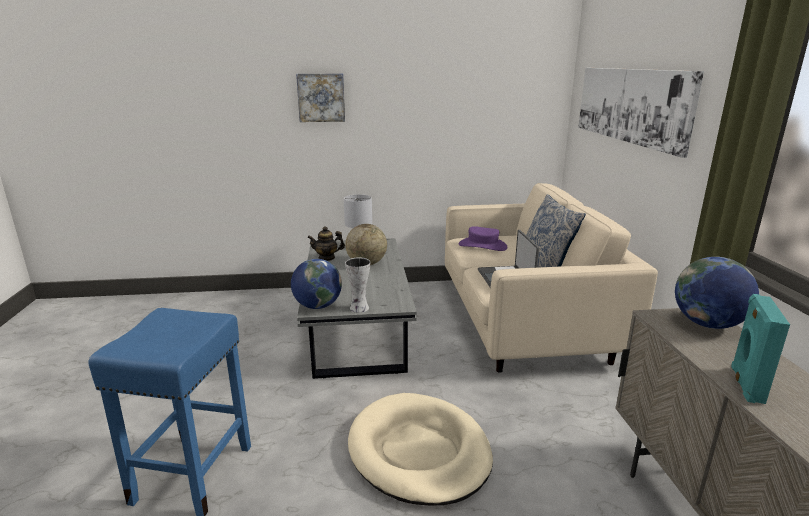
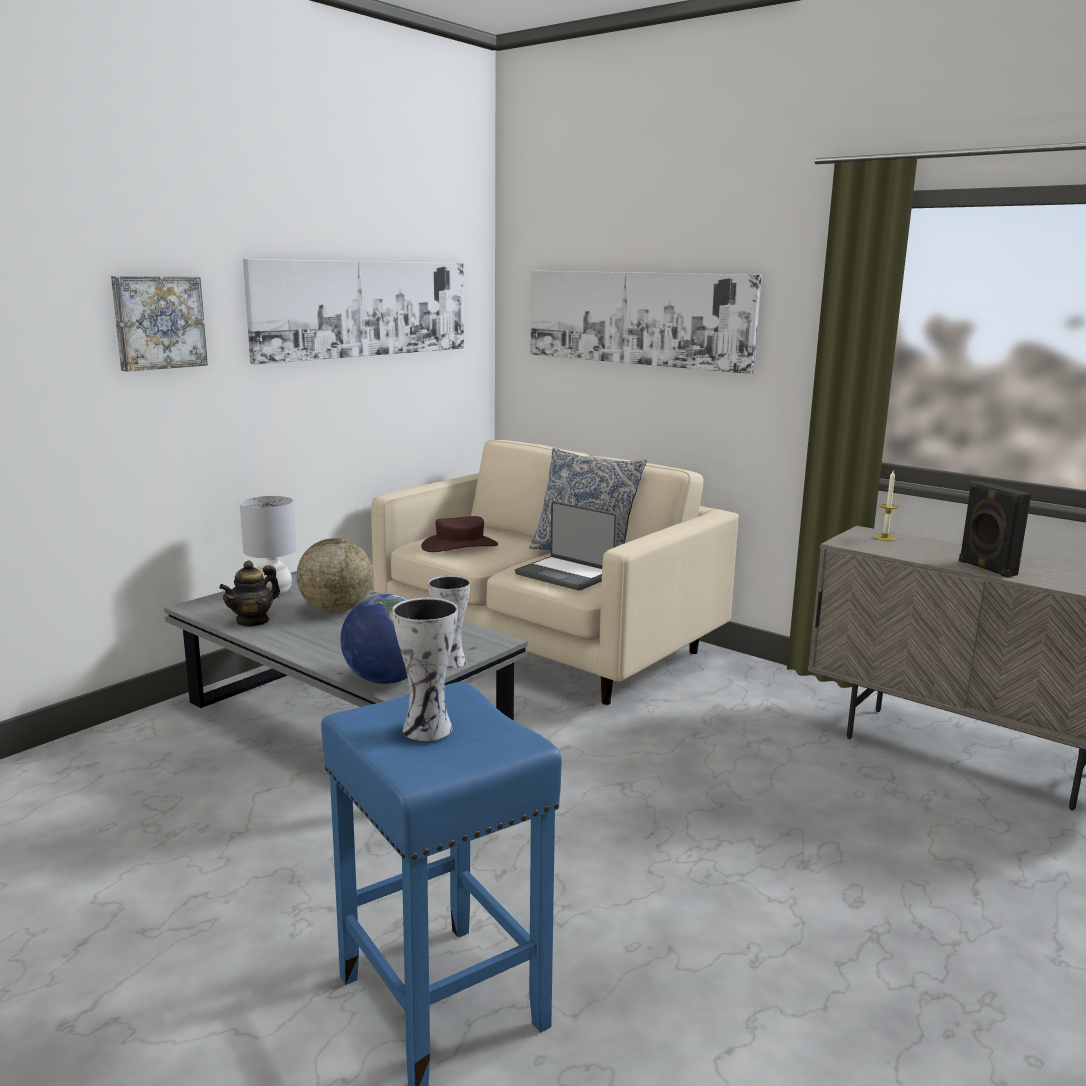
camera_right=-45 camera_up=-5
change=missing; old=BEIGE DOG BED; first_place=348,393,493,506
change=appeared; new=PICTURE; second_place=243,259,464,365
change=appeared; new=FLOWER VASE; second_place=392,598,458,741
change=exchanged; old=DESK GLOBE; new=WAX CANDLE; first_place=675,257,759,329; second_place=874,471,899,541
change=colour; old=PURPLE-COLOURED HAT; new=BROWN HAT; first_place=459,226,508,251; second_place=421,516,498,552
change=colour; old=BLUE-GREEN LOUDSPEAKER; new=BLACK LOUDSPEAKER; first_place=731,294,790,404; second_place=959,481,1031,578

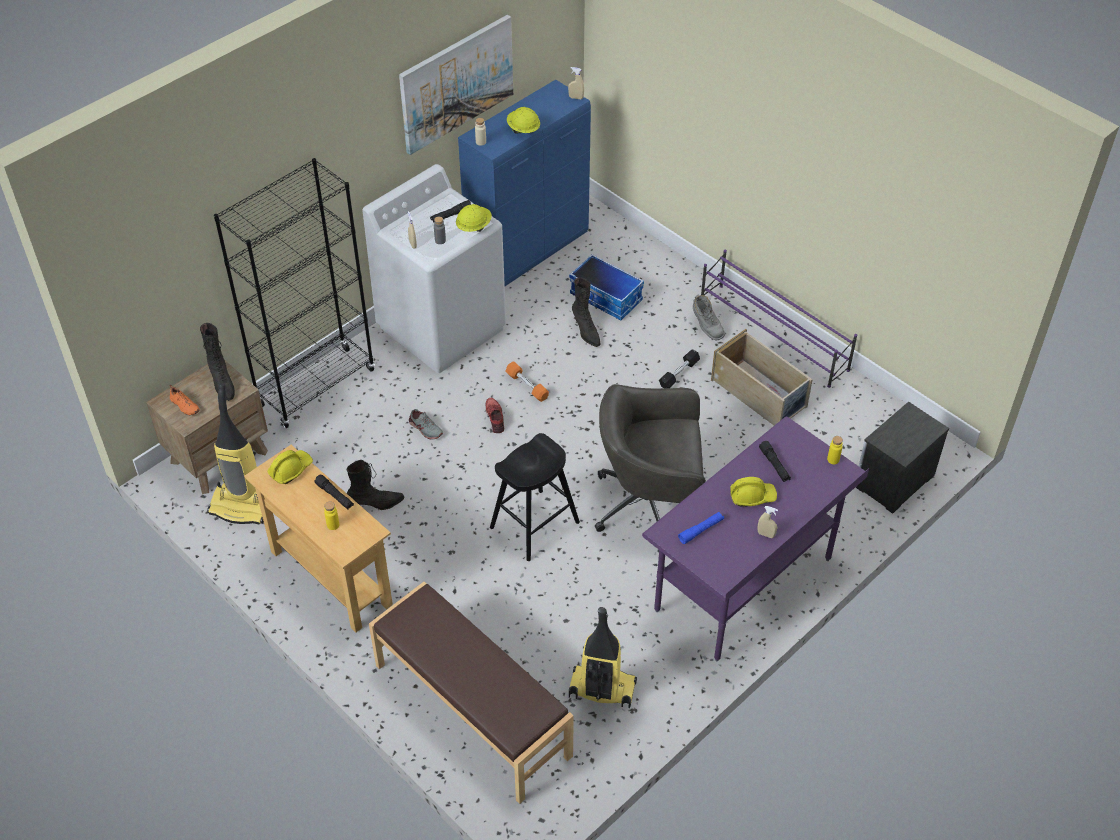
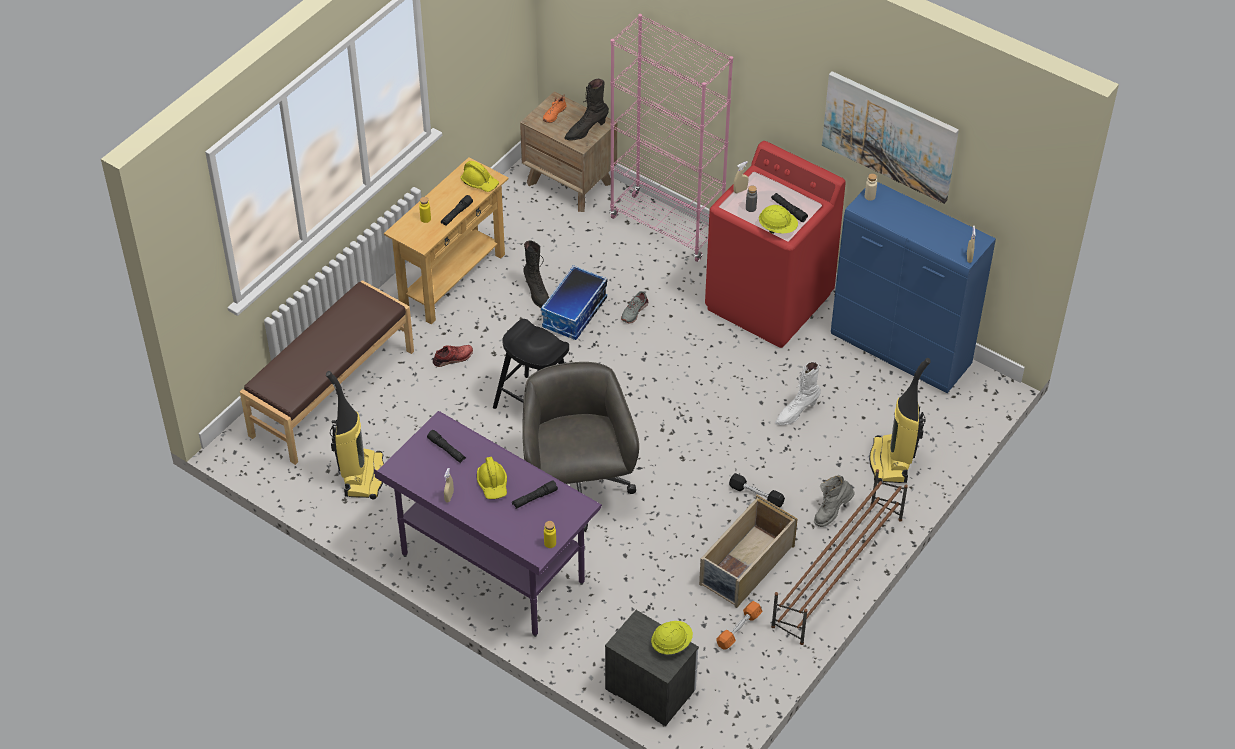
camera_right=80 camera_up=0
change=relocated; old=VACUUM CLEANER; first_place=207,383,264,525; second_place=869,358,931,483
change=relocated; old=RED ITEM OF FOOTWEAR; first_place=485,398,504,433; second_place=433,345,473,367
change=relocated; old=ORANGE-COLOURED DUMBBELL; first_place=505,361,549,402; second_place=716,601,763,650
change=relocated; old=YELLOW HARD HAT; first_place=507,107,540,134; second_place=651,621,693,655
change=relocated; old=STORAGE BIN; first_place=569,254,644,320; second_place=541,265,607,340
change=colour; old=BLACK BOOKCASE; new=PINKISH BOOKCASE; first_place=214,158,375,428; second_place=609,14,733,262
change=colour; old=WHITE-COLOURED WASHING MACHINE; new=RED WASHING MACHINE; first_place=362,164,506,373; second_place=705,141,846,348
change=colour; old=BLACK TALL BOOT; new=WHITE-COLOURED TALL BOOT; first_place=572,277,601,347; second_place=775,362,821,425
change=colour; old=BLUE HAND TORCH; new=BLACK HAND TORCH; first_place=678,512,724,544; second_place=427,430,466,463
change=colour; old=PURPLE-COLOURED SHOE STAND; new=BROWN SHOE STAND; first_place=701,250,857,388; second_place=771,469,908,645

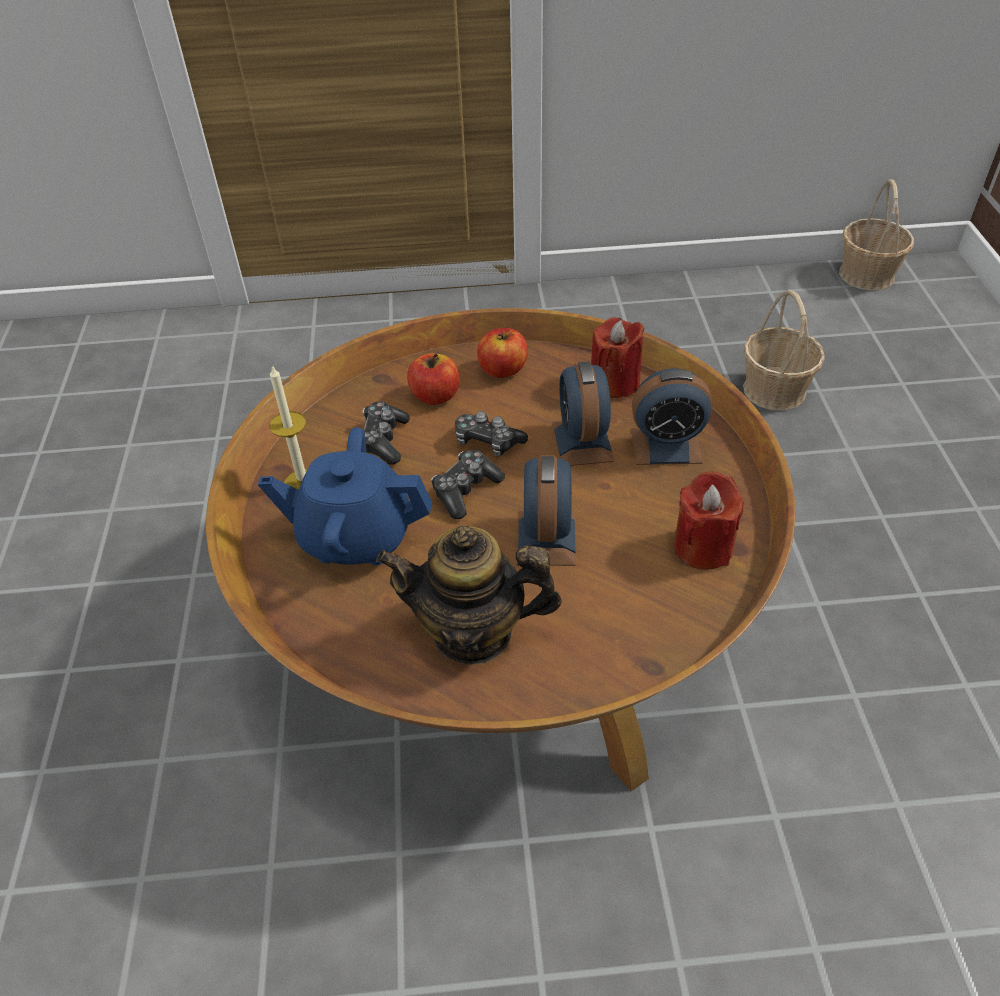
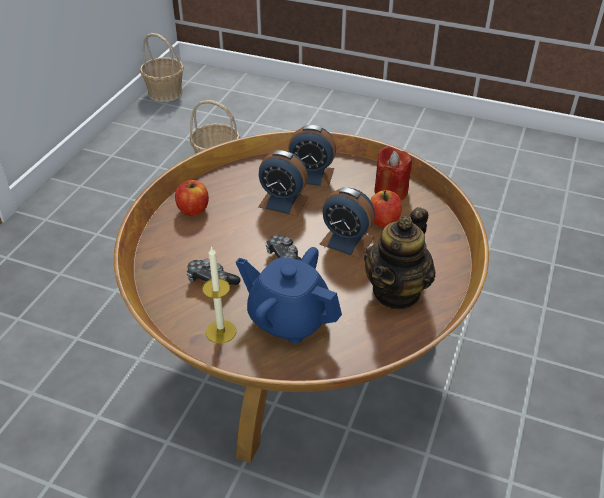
camera_right=-65 camera_up=-5
change=missing; old=JOYPAD; first_place=455,411,528,456
change=missing; old=RED WAX CANDLE; first_place=591,317,644,398
change=relocated; old=APPLE; first_place=407,353,460,405; second_place=370,190,402,227
change=spun; old=BLUE POT FOR TEA; first_place=258,427,432,565; second_place=236,247,342,344; degrees=90
change=spun; old=ALARM CLOCK; first_place=631,368,713,465; second_place=288,125,336,187; degrees=75

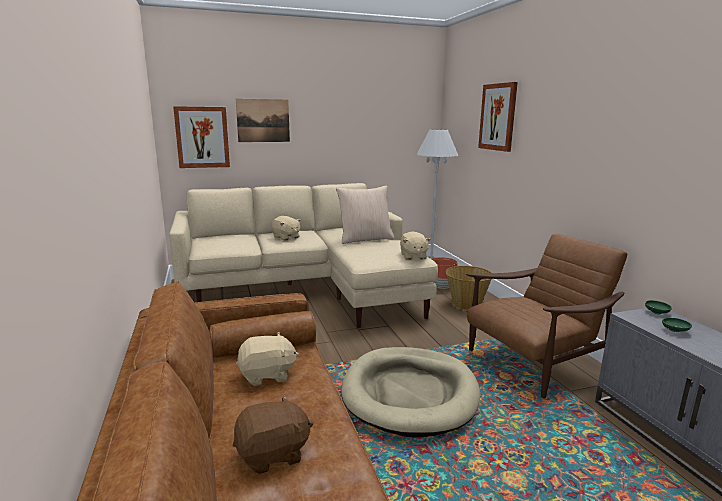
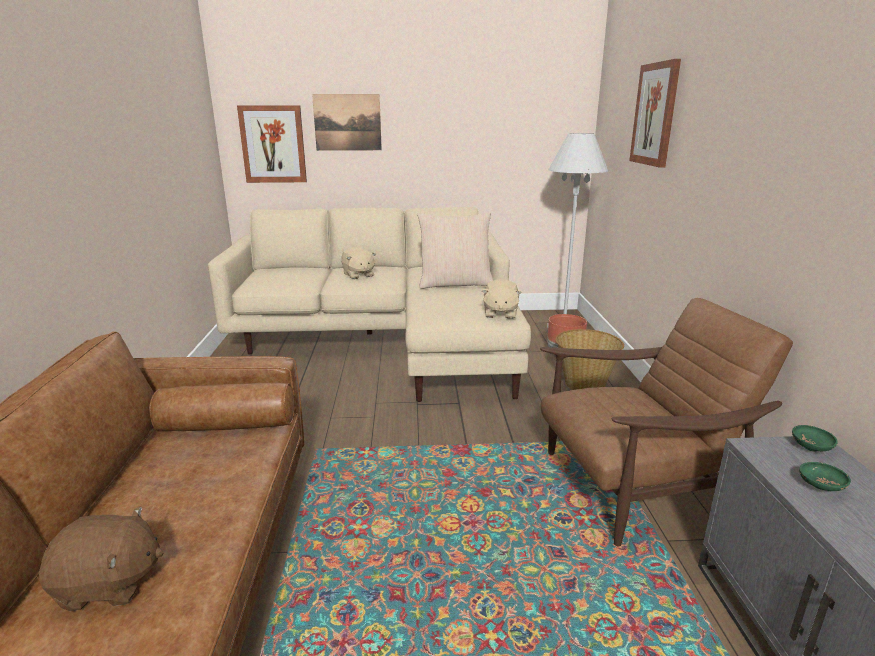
camera_right=15 camera_up=5
change=missing; old=BEIGE SOFT TOY; first_place=236,332,299,386
change=missing; old=BEIGE DOG BED; first_place=341,347,480,437

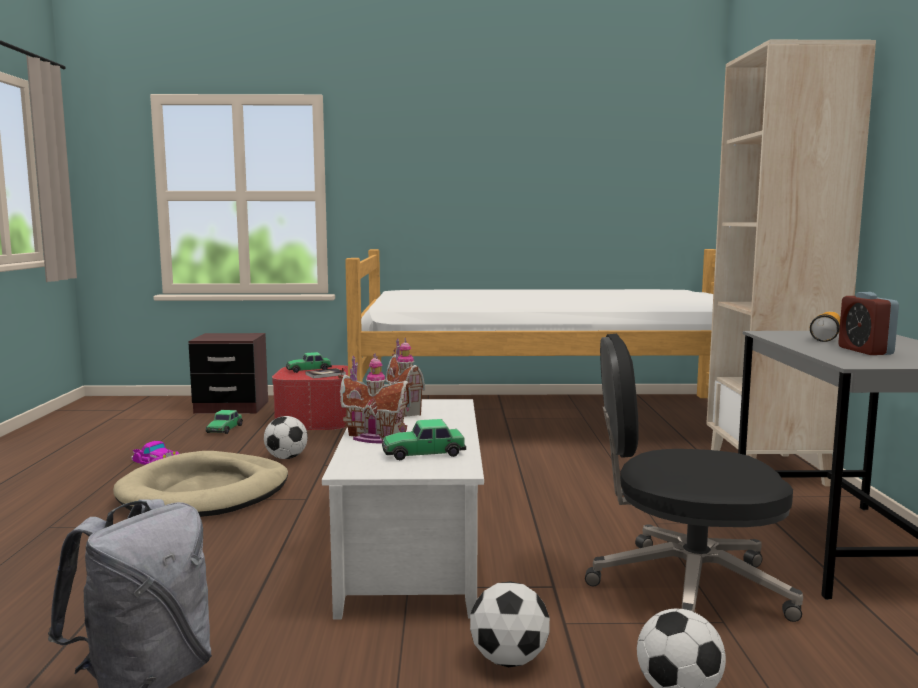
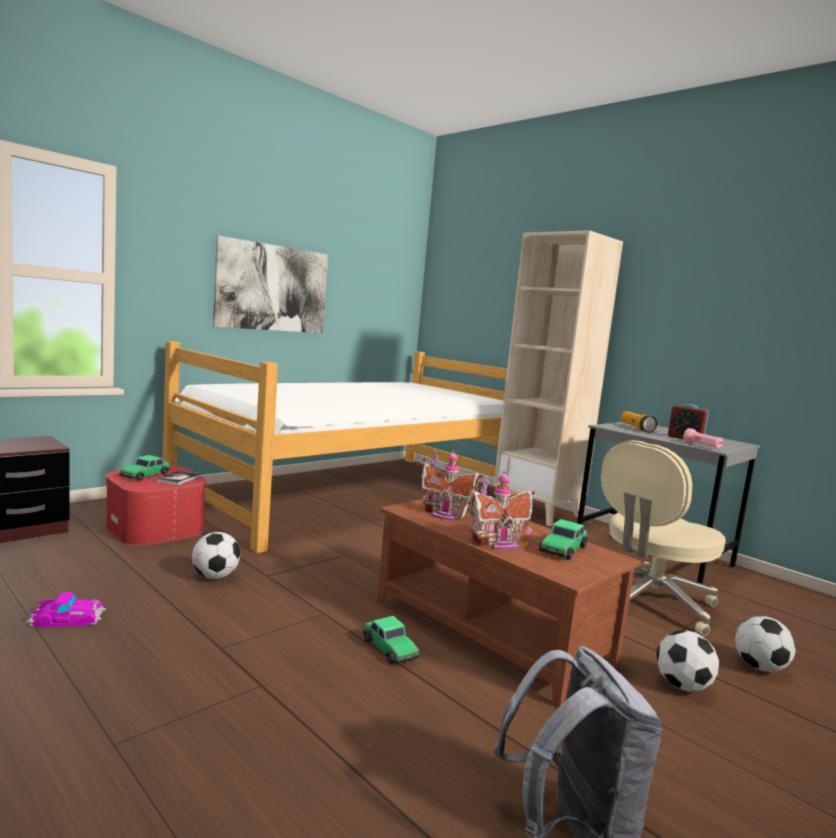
camera_right=-45 camera_up=0
change=missing; old=BEIGE DOG BED; first_place=113,451,288,517
change=appeared; new=PICTURE; second_place=213,235,328,333
change=appeared; new=PINKISH HAND TORCH; second_place=683,428,723,449
change=relocated; old=MODEL CAR; first_place=206,410,243,434; second_place=363,616,420,664
change=colour; old=WHITE-COLOURED LOUNGE TABLE; new=BROWN LOUNGE TABLE; first_place=322,399,484,619; second_place=377,499,641,708
change=colour; old=BLACK COMPUTER CHAIR; new=BEIGE COMPUTER CHAIR; first_place=585,334,803,622; second_place=601,440,726,636

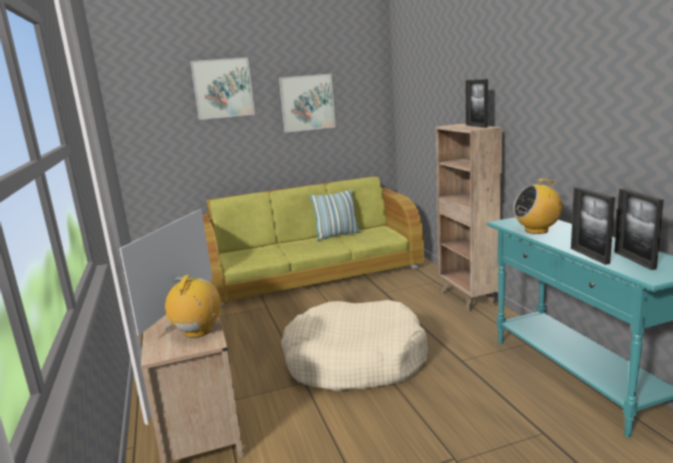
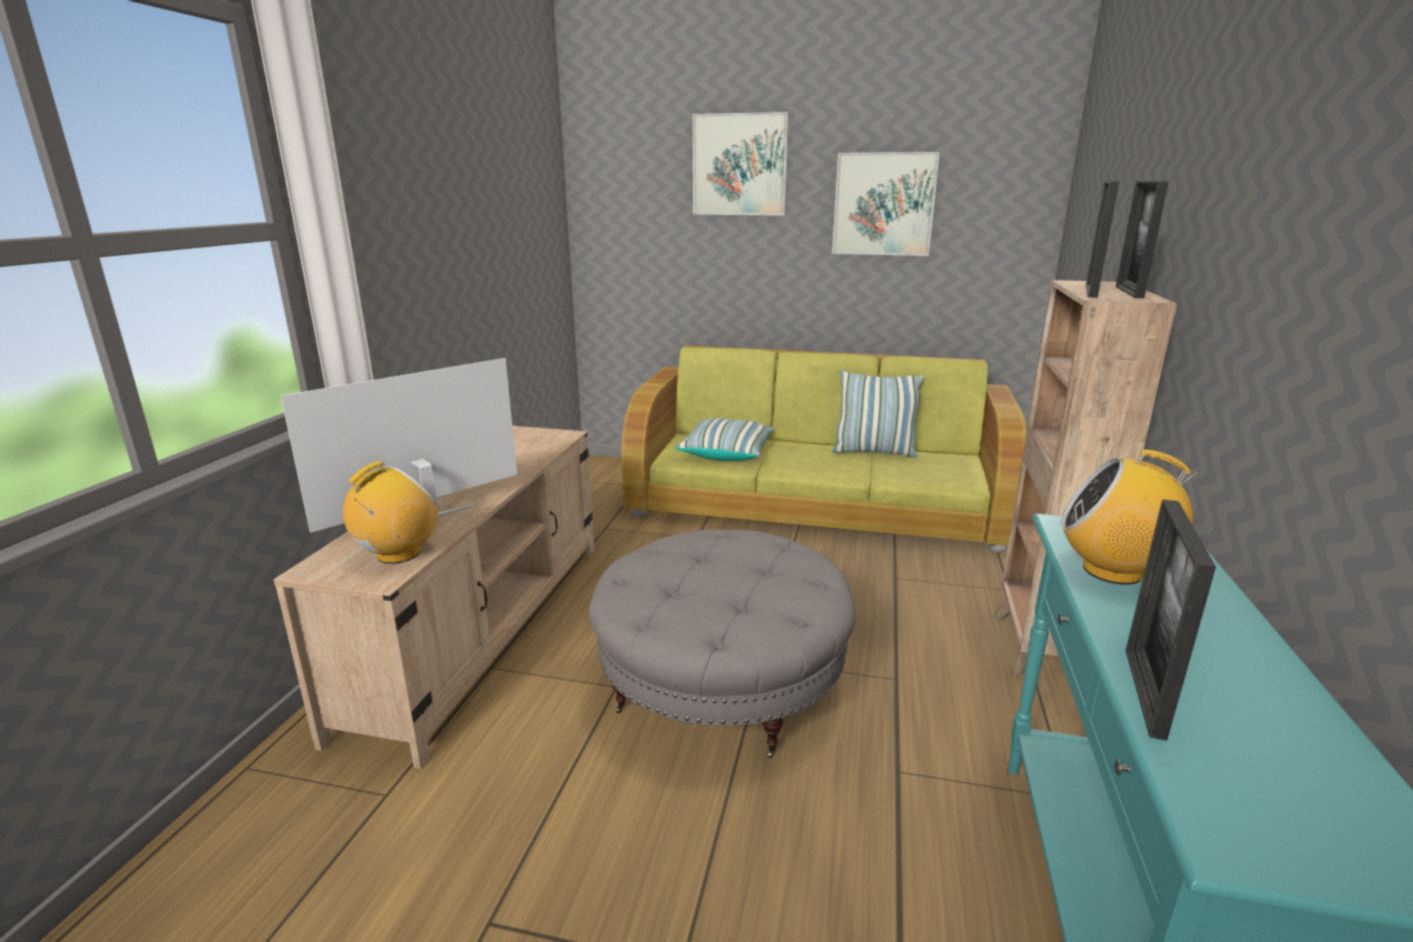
camera_right=30 camera_up=5
change=appeared; new=PILLOW; second_place=675,418,774,461
change=relocated; old=PHOTO FRAME; first_place=614,188,664,270; second_place=1086,181,1120,298
change=exchanged; old=BEIGE DOG BED; new=GREYISH FOOTREST; first_place=281,300,428,391; second_place=589,529,855,758

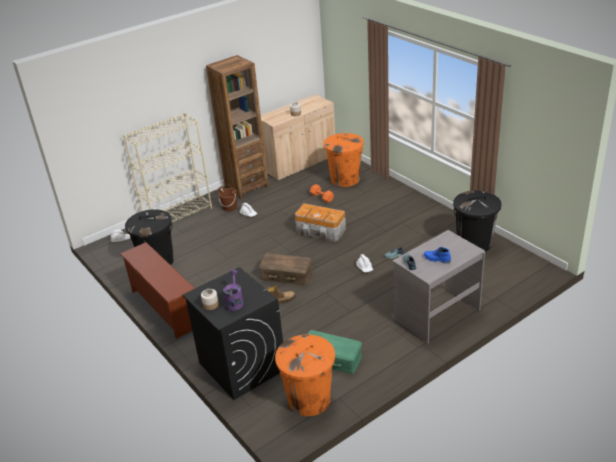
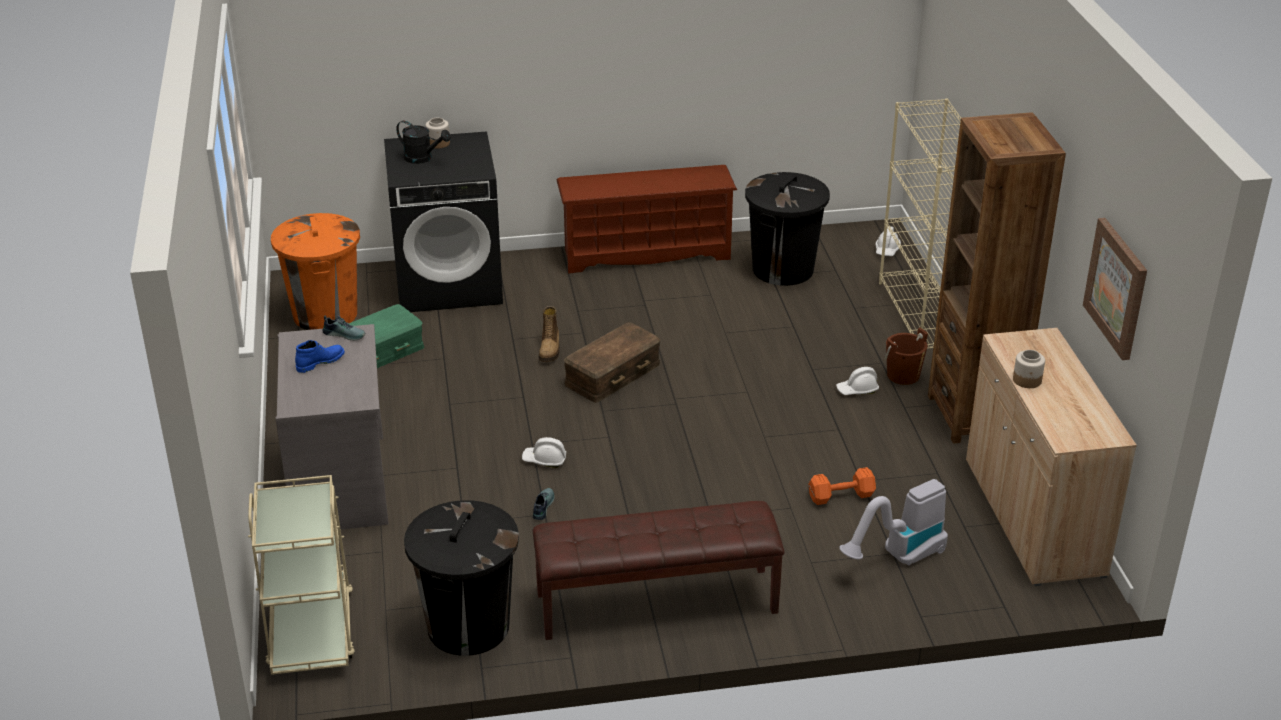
camera_right=115 camera_up=0
change=missing; old=STORAGE BIN; first_place=295,203,346,242
change=appeared; new=BEIGE TROLLEY; second_place=248,475,355,675
change=appeared; new=BROWN LONG SEAT; second_place=532,501,785,640
change=appeared; new=PICTURE; second_place=1083,218,1147,360
change=exchanged; old=ORANGE-COLOURED WASTE BIN; new=VACUUM CLEANER; first_place=324,133,364,187; second_place=839,479,948,566
change=colour; old=PURPLE-COLOURED WATERING POT; new=BLACK WATERING POT; first_place=223,270,243,311; second_place=396,121,451,164

